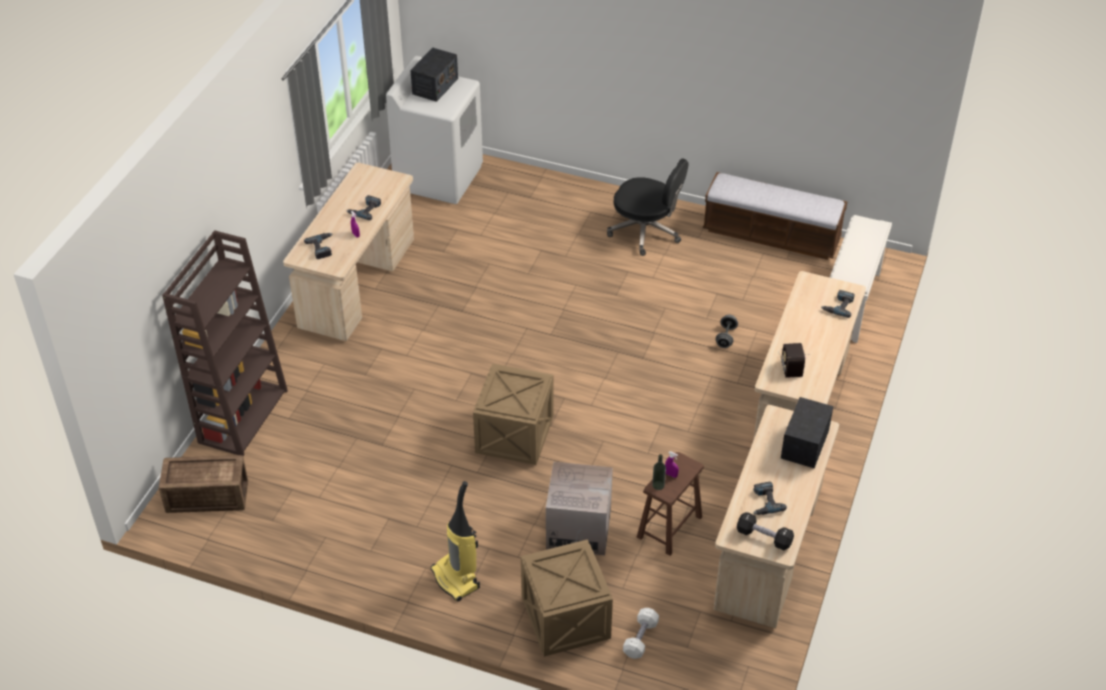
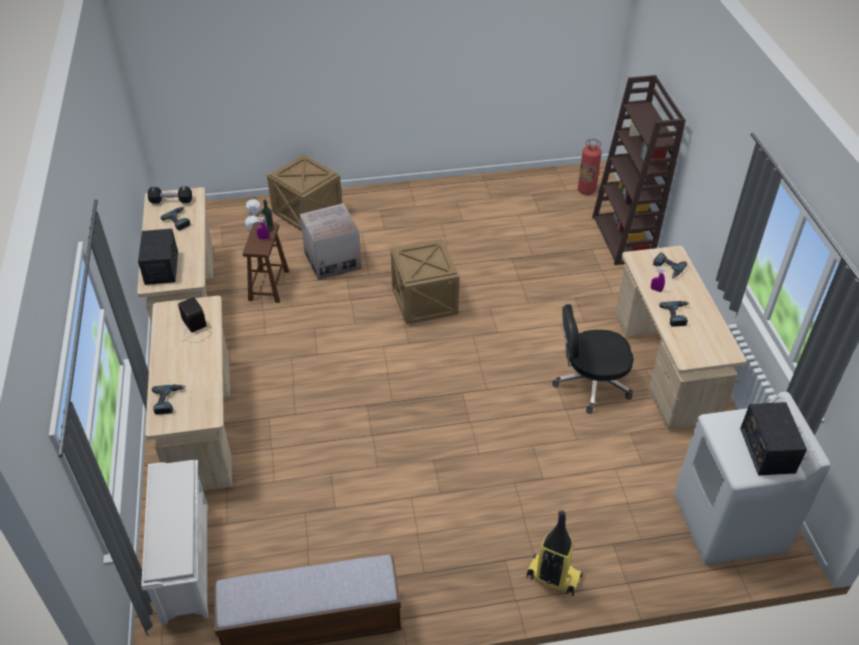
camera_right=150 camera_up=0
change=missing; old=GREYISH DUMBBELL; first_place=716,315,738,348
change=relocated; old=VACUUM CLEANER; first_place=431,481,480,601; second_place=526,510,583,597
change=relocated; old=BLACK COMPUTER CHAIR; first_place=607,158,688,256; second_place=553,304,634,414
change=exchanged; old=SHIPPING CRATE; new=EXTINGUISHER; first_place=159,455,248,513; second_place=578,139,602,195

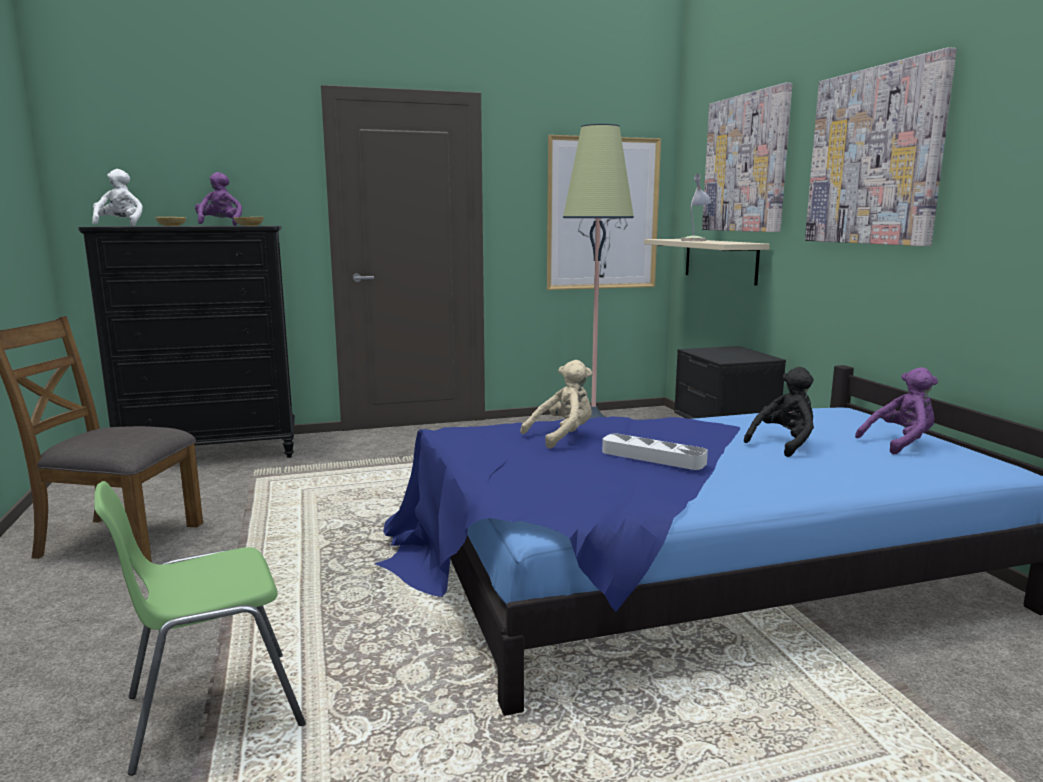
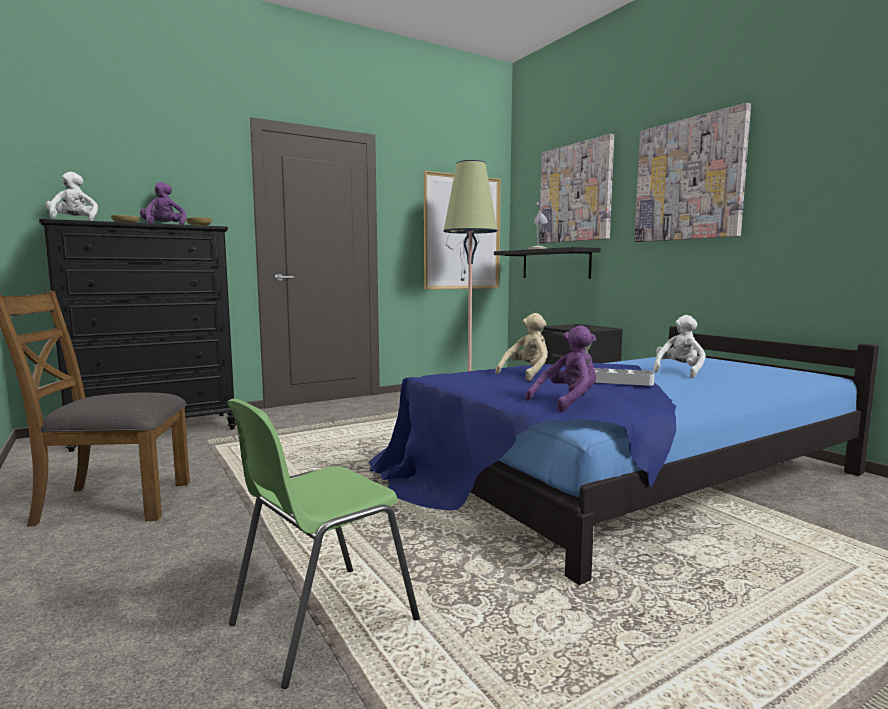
camera_right=-15 camera_up=-5
change=relocated; old=PURPLE-COLOURED SOFT TOY; first_place=855,367,938,454; second_place=526,325,596,412
change=colour; old=BEIGE WALL SHELF; new=BLACK WALL SHELF; first_place=644,239,770,285; second_place=494,247,601,279
change=colour; old=BLACK SOFT TOY; new=WHITE-COLOURED SOFT TOY; first_place=744,367,814,457; second_place=653,315,706,378

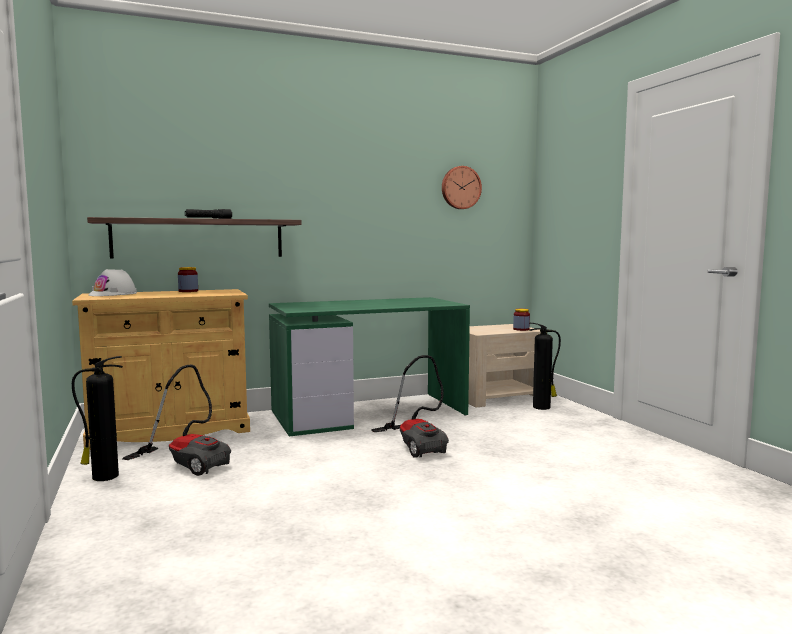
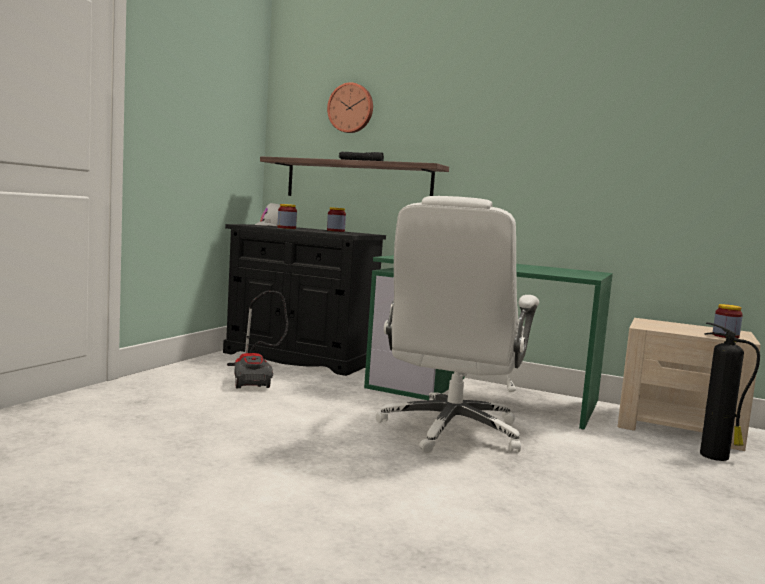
camera_right=45 camera_up=0
change=missing; old=EXTINGUISHER; first_place=72,356,123,481
change=appeared; new=PRESERVE JAR; second_place=278,204,297,229
change=relocated; old=WALL CLOCK; first_place=442,166,482,209; second_place=327,82,373,133
change=exchanged; old=VACUUM CLEANER; new=WHITE-COLOURED COMPUTER CHAIR; first_place=371,355,449,458; second_place=376,196,539,453
change=colour; old=BEIGE CABINET; new=BLACK CABINET; first_place=72,289,250,447; second_place=223,224,386,376

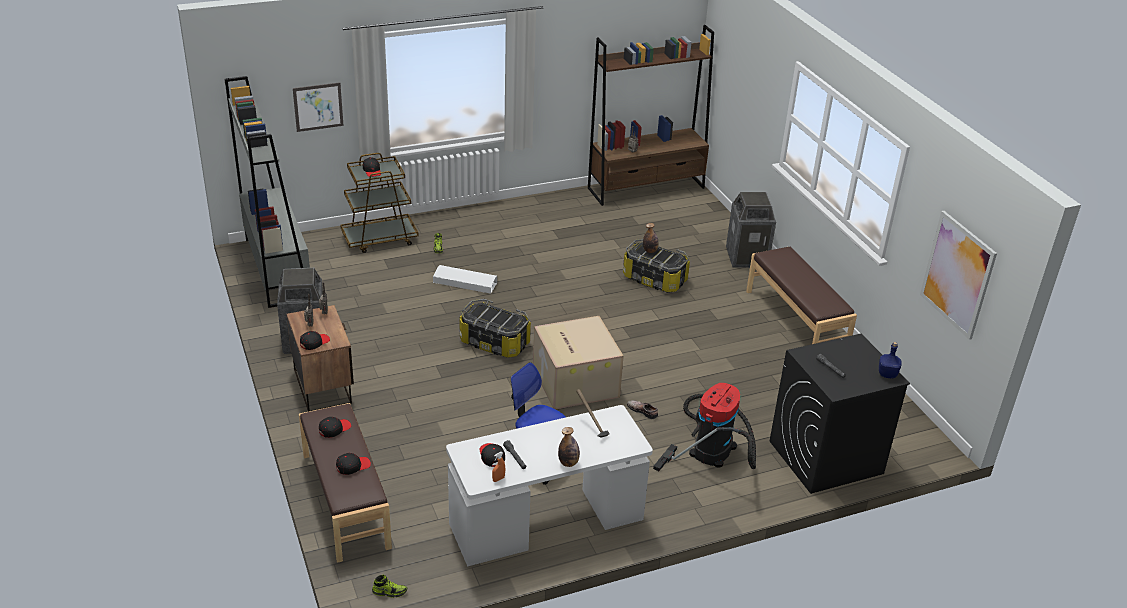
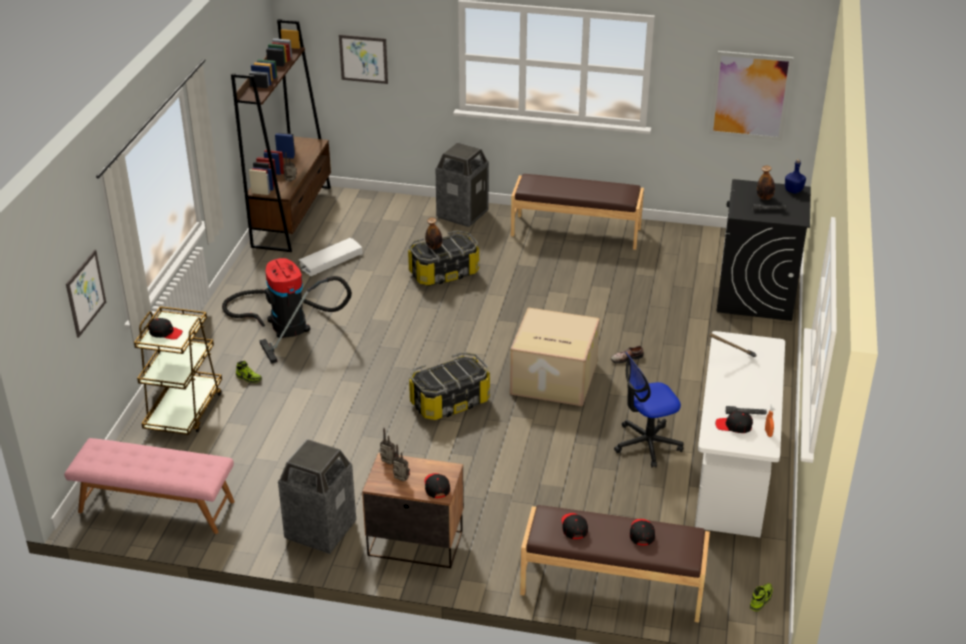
camera_right=-55 camera_up=0
change=appeared; new=PICTURE; second_place=339,35,388,84
change=relocated; old=WHITE-COLOURED STORAGE BIN; first_place=433,265,497,294; second_place=299,238,363,276
change=relocated; old=DRINK BOTTLE; first_place=558,427,580,467; second_place=757,166,775,200
change=relocated; old=VACUUM CLEANER; first_place=653,383,756,471; second_place=222,258,352,364
change=exchanged; old=GREYISH BOOKCASE; new=PINKISH LONG SEAT; first_place=224,76,310,308; second_place=64,438,235,534

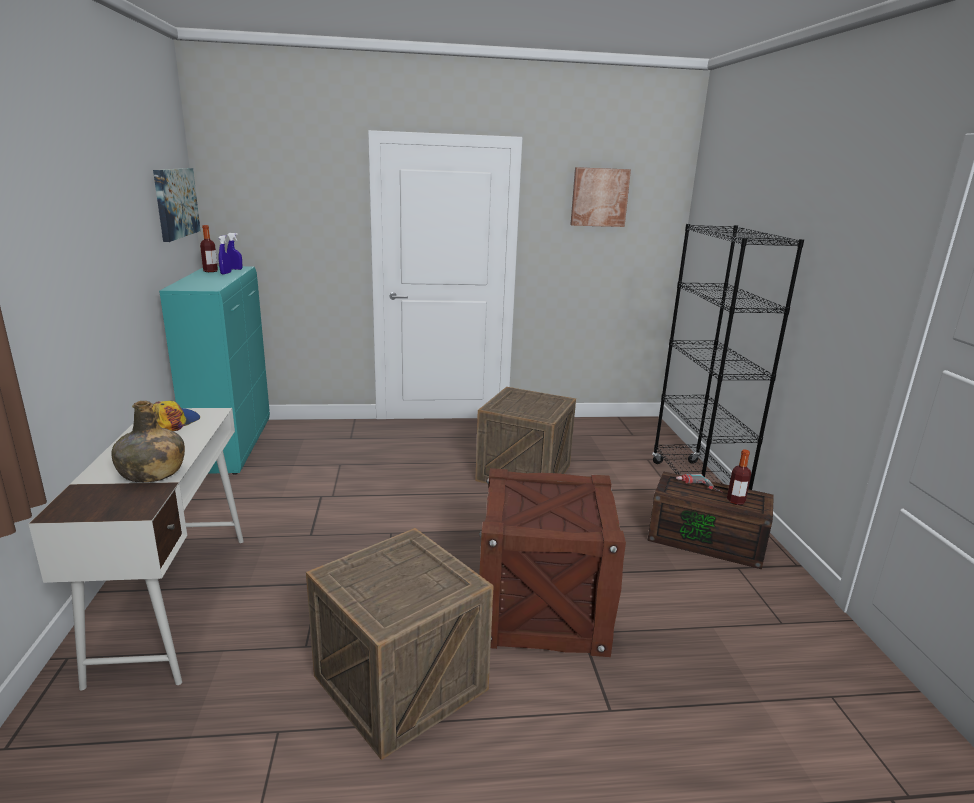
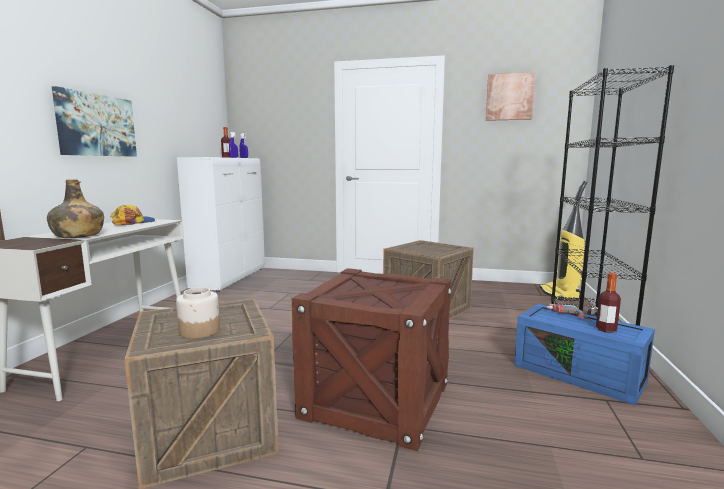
camera_right=20 camera_up=-10
change=appeared; new=PRESERVE JAR; second_place=176,287,220,339
change=appeared; new=VACUUM CLEANER; second_place=540,181,588,301
change=relocated; old=PICTURE; first_place=153,168,201,242; second_place=52,86,137,157
change=colour; old=BLUE-GREEN CABINET; new=WHITE-COLOURED CABINET; first_place=159,266,270,475; second_place=177,157,265,292
change=colour; old=BROWN STORAGE BIN; new=BLUE STORAGE BIN; first_place=647,471,774,569; second_place=514,304,655,406

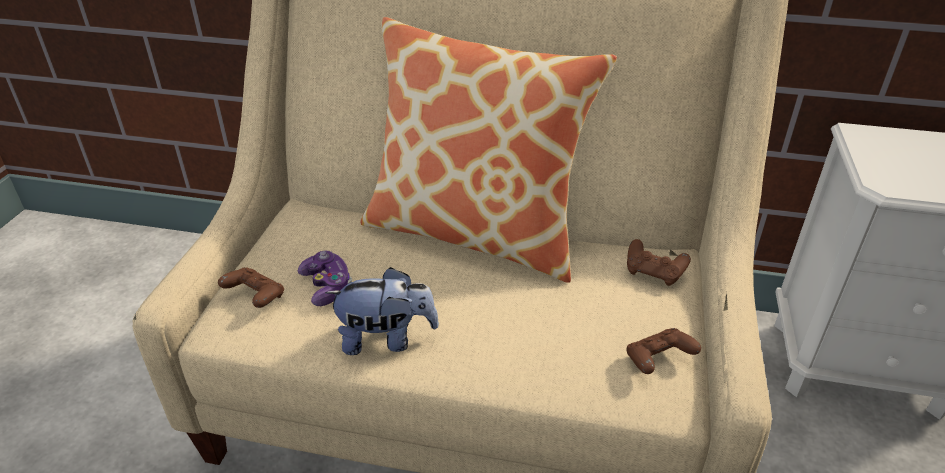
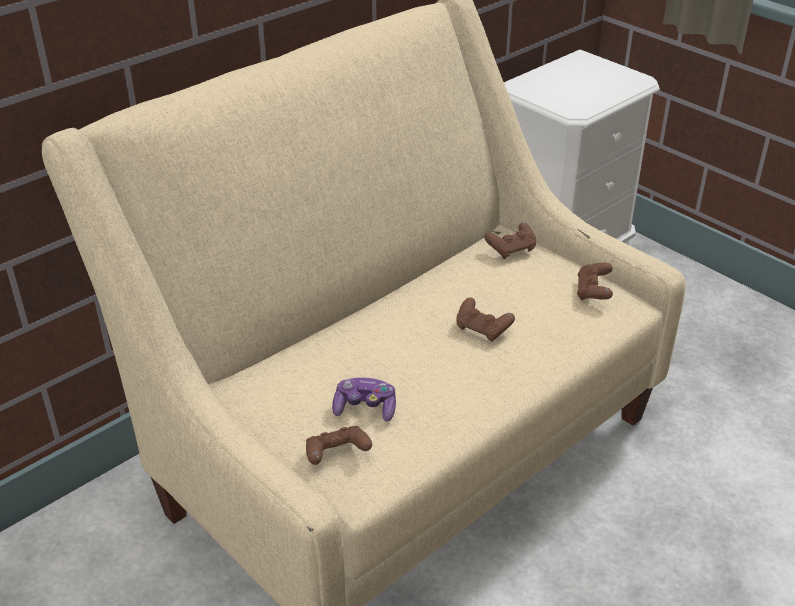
camera_right=-55 camera_up=0
change=missing; old=SOFT TOY; first_place=325,267,439,355
change=missing; old=PILLOW; first_place=360,17,617,283
change=appeared; new=BROWN JOYPAD; second_place=456,297,515,342

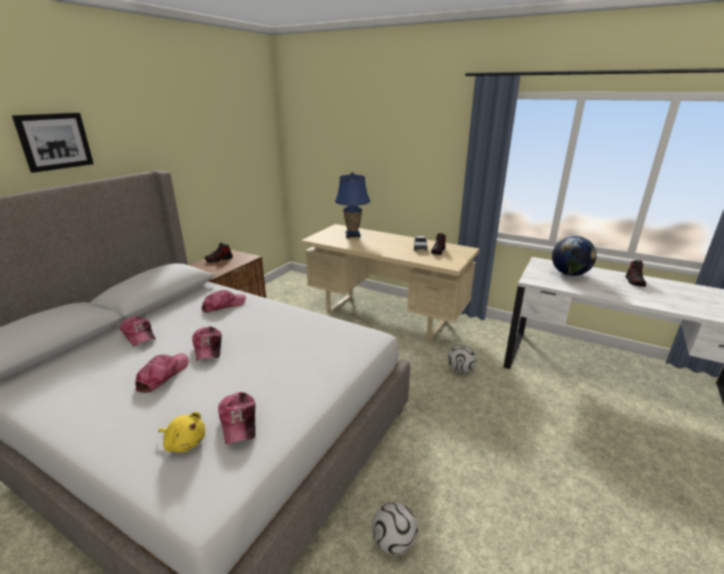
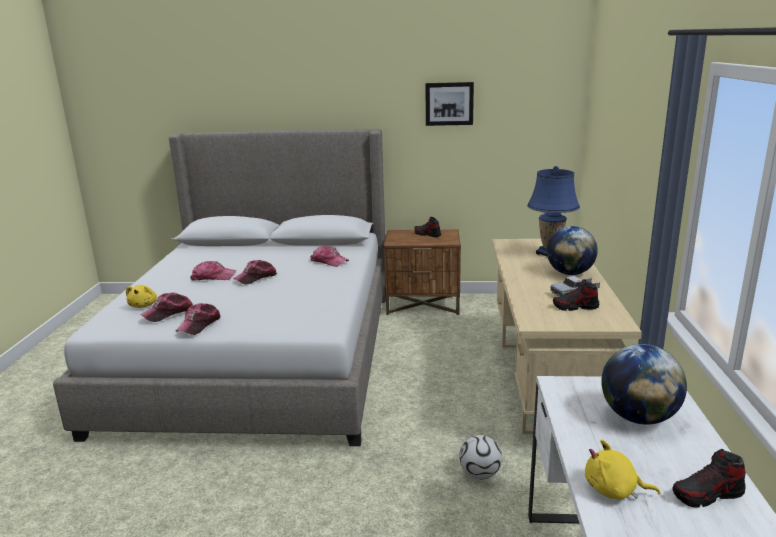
camera_right=65 camera_up=-5
change=missing; old=FOOTBALL BALL; first_place=372,502,418,555
change=appeared; new=DESK GLOBE; second_place=547,226,598,275
change=appeared; new=YELLOW SOFT TOY; second_place=585,439,660,500
change=relocated; old=PICTURE; first_place=12,113,94,173; second_place=426,82,474,126
change=relocated; old=PEAKED CAP; first_place=120,316,156,347; second_place=176,303,221,335

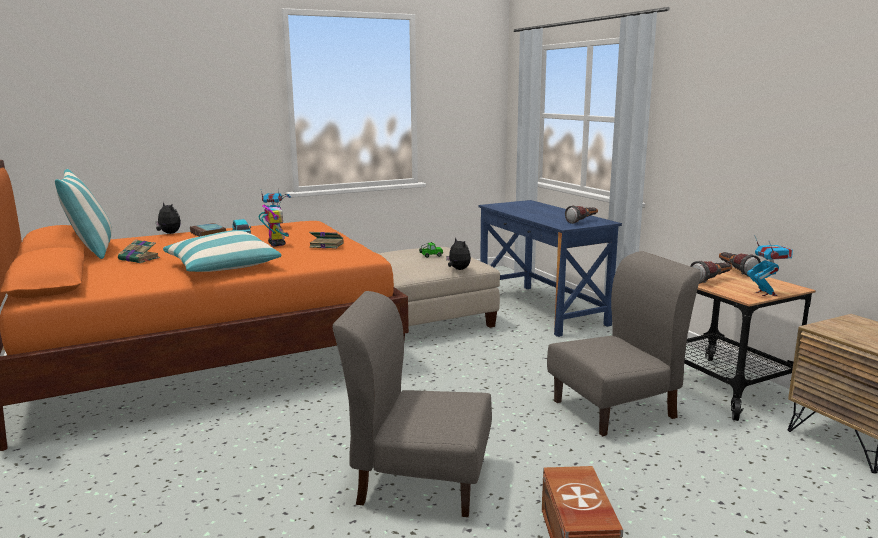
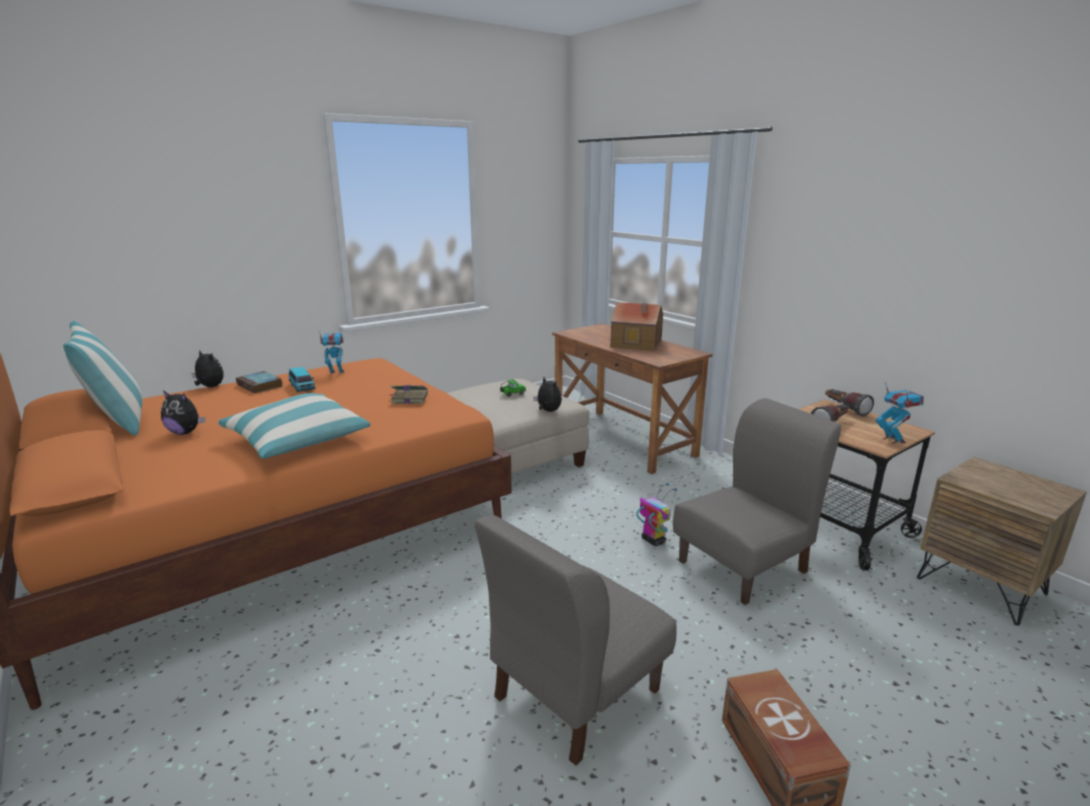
camera_right=-10 camera_up=5
change=missing; old=HAND TORCH; first_place=565,205,598,224
change=appeared; new=MINIATURE HOUSE; second_place=610,302,663,351
change=relocated; old=ROBOT FIGURE; first_place=258,194,291,246; second_place=636,483,677,546
change=exchanged; old=VOLUME; new=SOFT TOY; first_place=118,239,160,263; second_place=161,391,206,435
change=colour; old=BLUE DESK UNIT; new=BROWN DESK UNIT; first_place=479,200,622,337; second_place=552,324,713,474
change=spun; old=GREYISH PLAIN CHAIR; first_place=333,291,492,517; second_place=475,515,677,766; degrees=-45

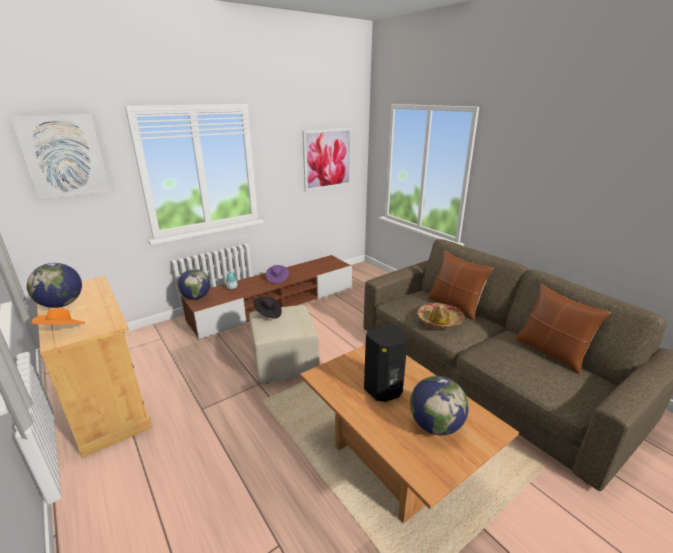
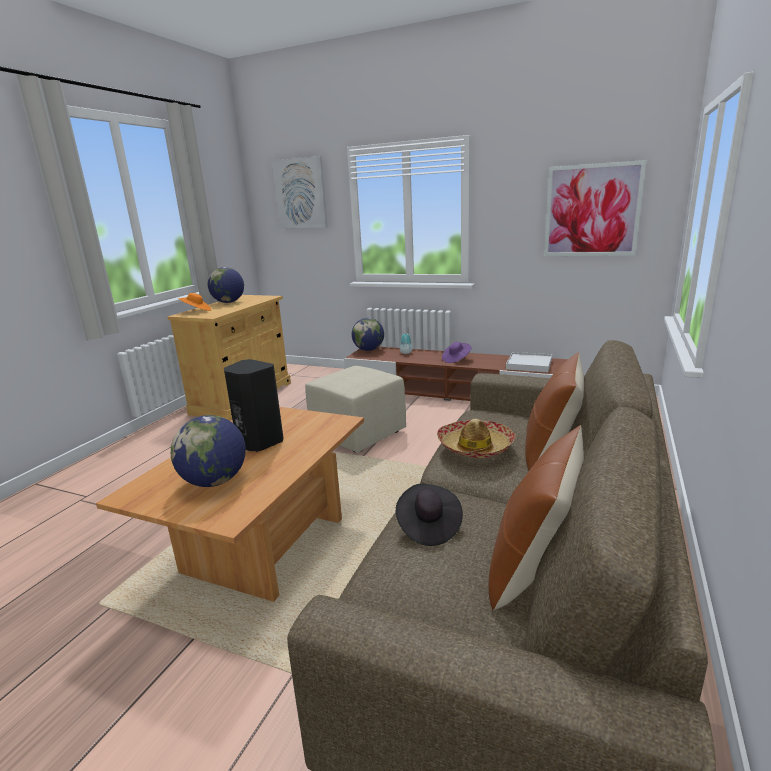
camera_right=60 camera_up=-5
change=appeared; new=WHITE-COLOURED CARRYING TRAY; second_place=506,352,552,372
change=relocated; old=BLACK HAT; first_place=253,297,282,319; second_place=396,484,463,546

